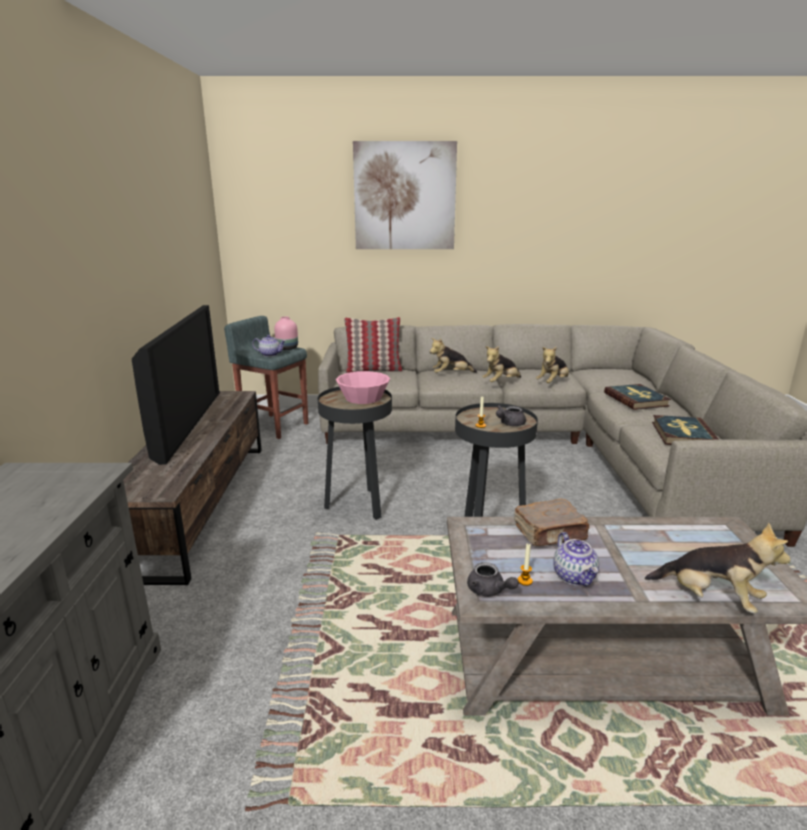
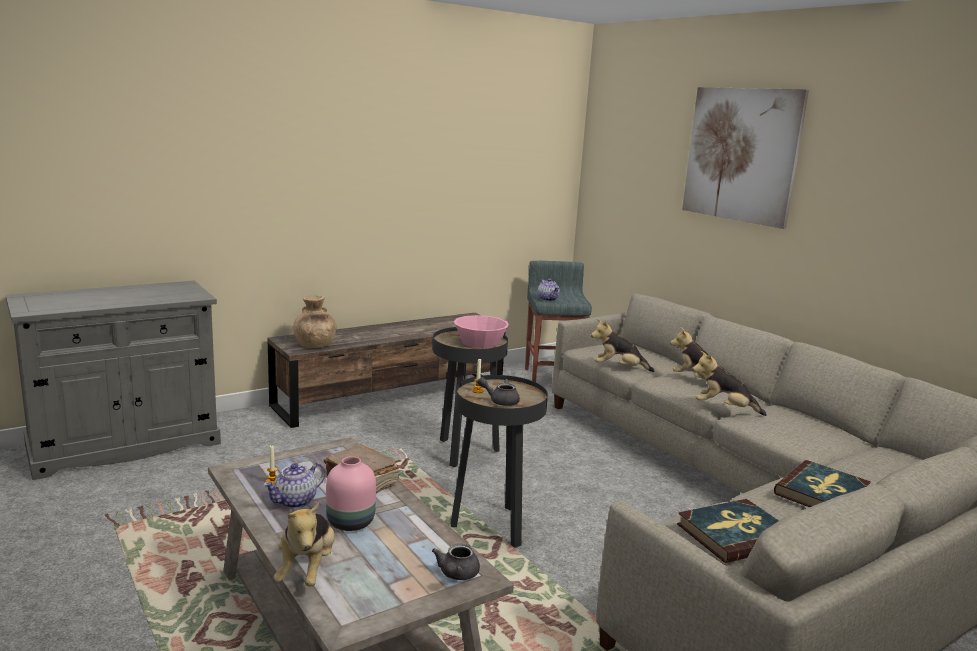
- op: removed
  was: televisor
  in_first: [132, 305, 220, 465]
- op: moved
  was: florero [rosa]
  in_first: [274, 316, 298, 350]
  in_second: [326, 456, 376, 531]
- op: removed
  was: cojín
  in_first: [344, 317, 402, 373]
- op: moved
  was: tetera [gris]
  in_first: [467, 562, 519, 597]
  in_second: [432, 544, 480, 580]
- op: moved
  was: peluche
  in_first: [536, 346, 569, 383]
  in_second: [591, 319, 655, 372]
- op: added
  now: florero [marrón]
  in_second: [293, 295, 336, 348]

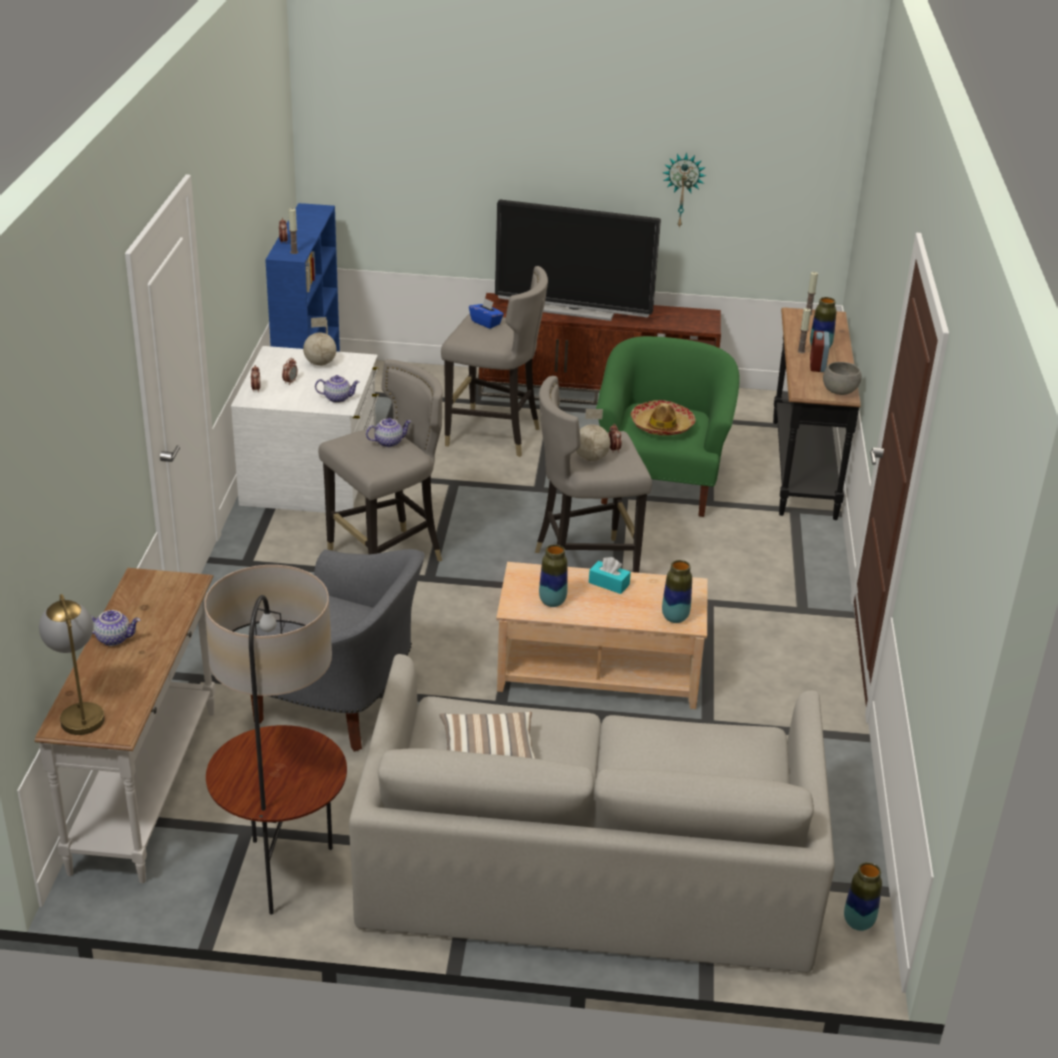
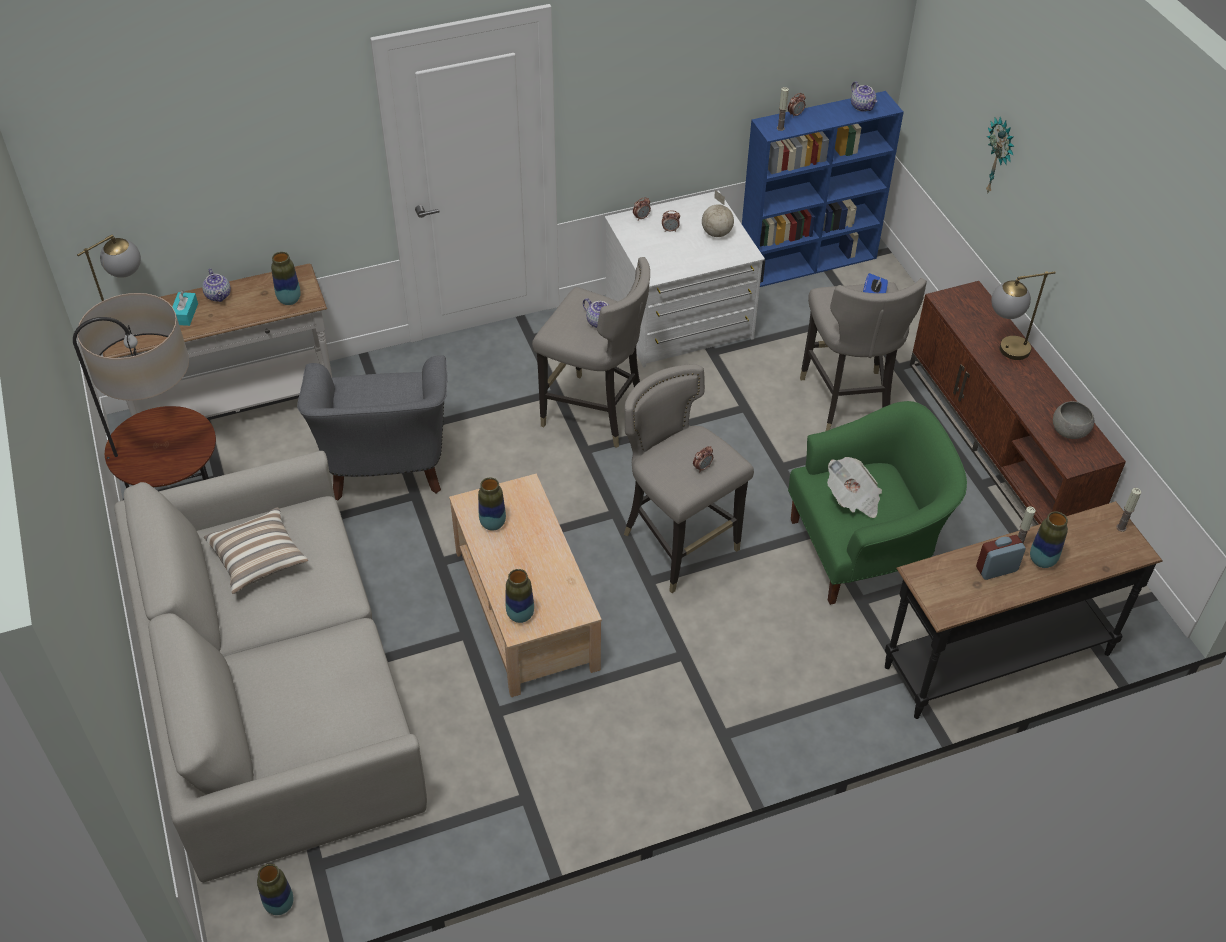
- op: moved
  was: tetera
  in_first: [315, 375, 360, 403]
  in_second: [851, 81, 877, 111]
- op: replaced
  was: televisor
  now: lámpara de mesa
  in_first: [495, 200, 661, 321]
  in_second: [991, 271, 1056, 360]
- op: removed
  was: globo terráqueo
  in_first: [576, 409, 610, 461]
- op: moved
  was: caja de pañuelos [turquesa]
  in_first: [589, 557, 631, 594]
  in_second: [172, 290, 198, 326]
- op: replaced
  was: sombrero
  now: periódico
  in_first: [631, 400, 695, 435]
  in_second: [827, 457, 882, 518]
- op: moved
  was: reloj de pared
  in_first: [663, 153, 706, 229]
  in_second: [986, 117, 1014, 194]
- op: moved
  was: cuenco [gris]
  in_first: [823, 362, 862, 395]
  in_second: [1053, 401, 1094, 439]
- op: added
  now: florero
  in_second: [271, 252, 301, 305]

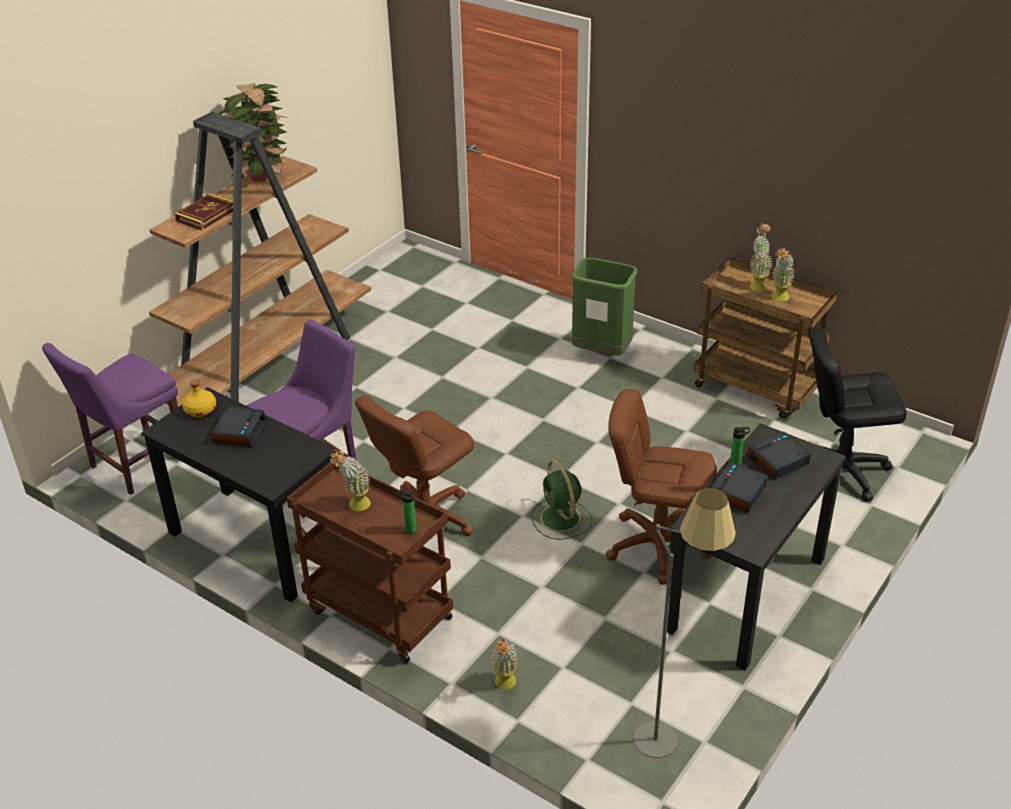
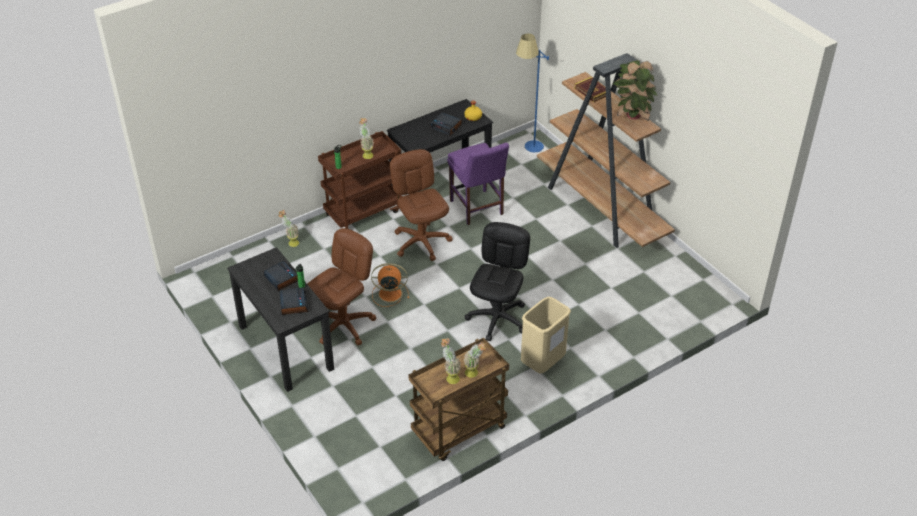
- op: replaced
  was: silla [morado]
  now: lámpara de pie [azul]
  in_first: [42, 343, 178, 495]
  in_second: [516, 33, 549, 153]
- op: recoloured
  was: ventilador [verde]
  now: ventilador [naranja]
  in_first: [532, 460, 593, 540]
  in_second: [371, 263, 409, 307]
- op: recoloured
  was: papelera [verde]
  now: papelera [beis]
  in_first: [571, 258, 638, 355]
  in_second: [521, 297, 571, 374]
- op: removed
  was: lámpara de pie [gris]
  in_first: [633, 488, 736, 758]
- op: moved
  was: silla de oficina [negro]
  in_first: [808, 327, 907, 502]
  in_second: [465, 222, 530, 341]

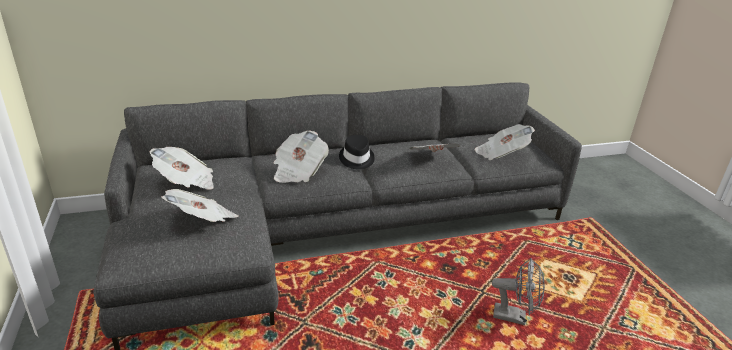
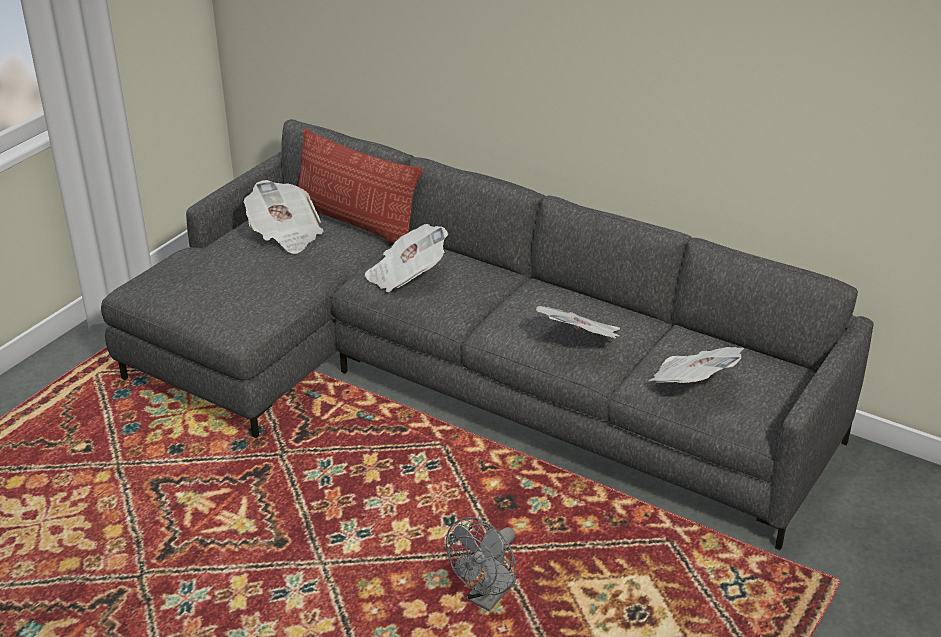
- op: removed
  was: periódico
  in_first: [161, 189, 239, 222]
- op: removed
  was: sombrero [negro]
  in_first: [339, 135, 375, 170]
- op: turned
  was: ventilador [gris]
  in_first: [492, 258, 545, 325]
  in_second: [446, 517, 516, 611]
  clockwise: 60
- op: added
  now: cojín
  in_second: [298, 128, 423, 244]

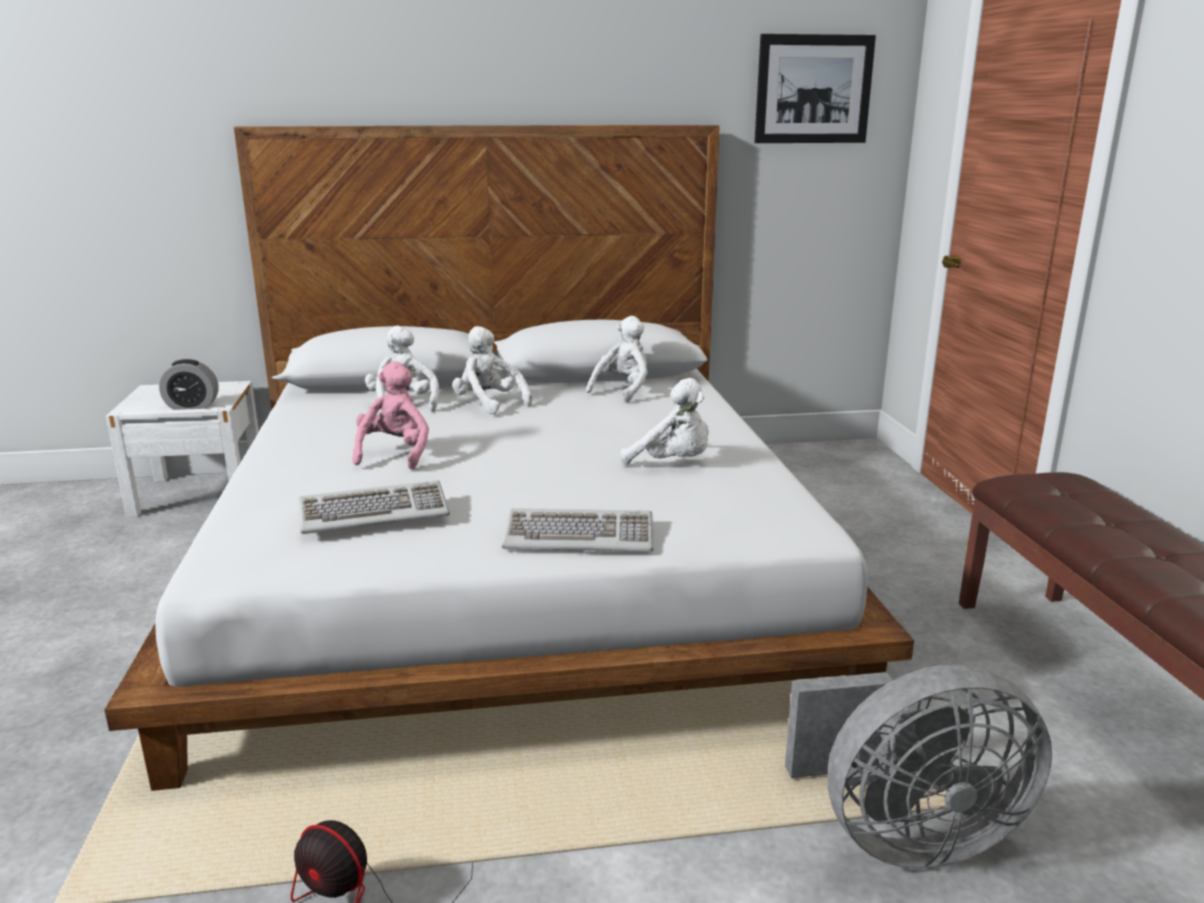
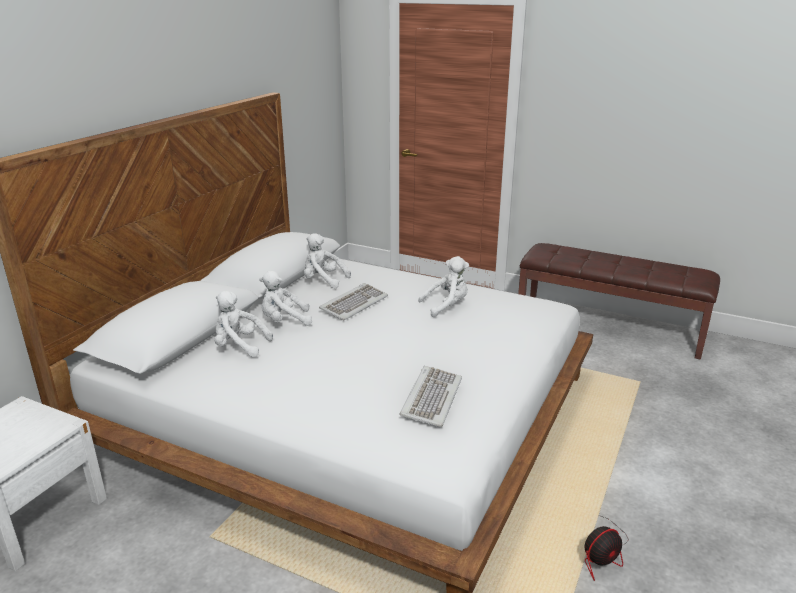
- op: removed
  was: despertador
  in_first: [159, 359, 219, 410]
- op: removed
  was: peluche [rosa]
  in_first: [353, 361, 429, 470]
- op: moved
  was: teclado
  in_first: [502, 508, 653, 552]
  in_second: [319, 283, 388, 321]
- op: turned
  was: peluche [blanco]
  in_first: [586, 316, 647, 403]
  in_second: [304, 233, 351, 288]
  clockwise: -45
- op: removed
  was: cuadro
  in_first: [754, 34, 876, 143]
- op: removed
  was: ventilador [gris]
  in_first: [785, 665, 1052, 869]

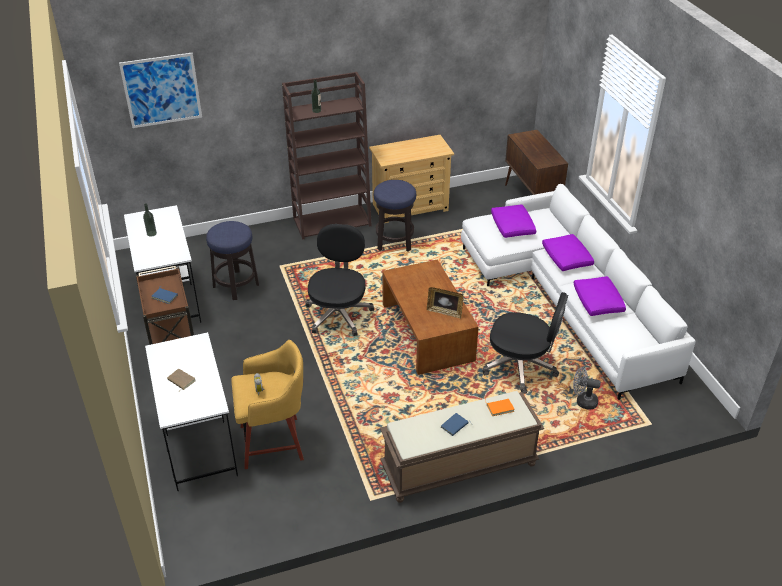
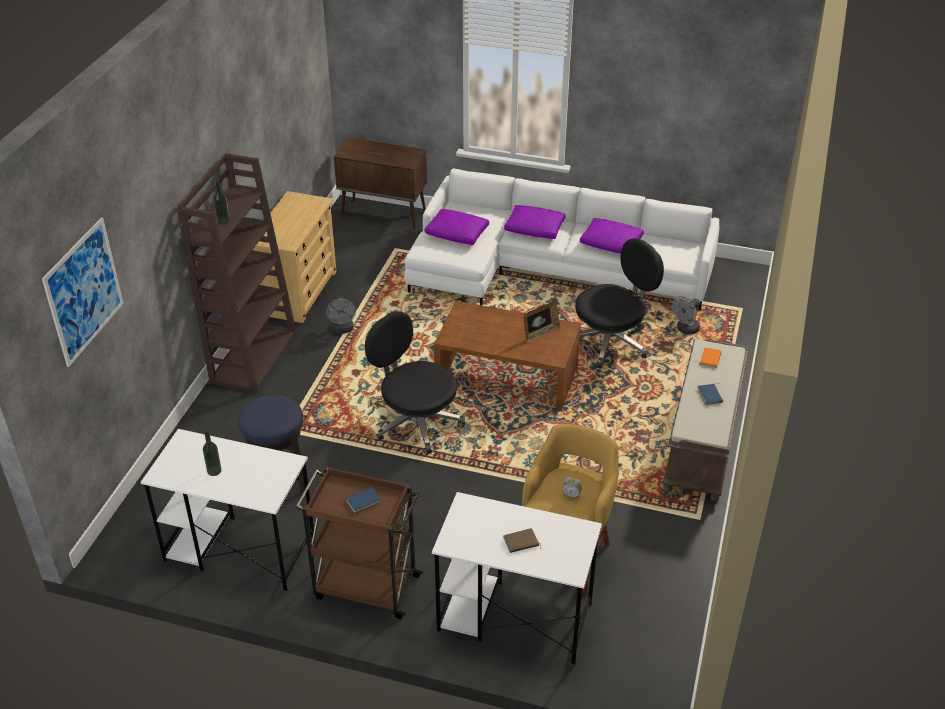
- op: replaced
  was: taburete
  now: ventilador [gris]
  in_first: [374, 180, 416, 251]
  in_second: [326, 296, 356, 334]

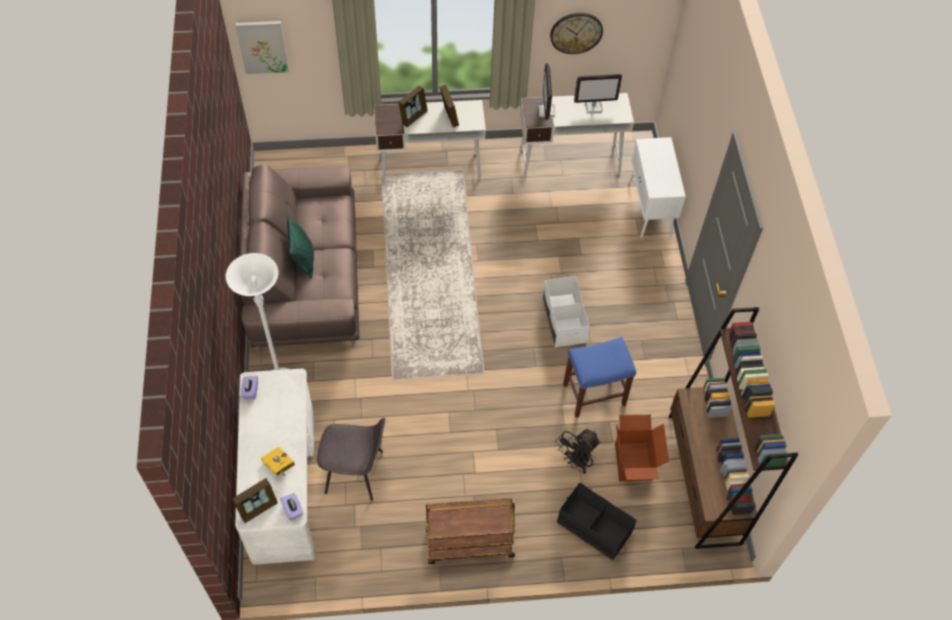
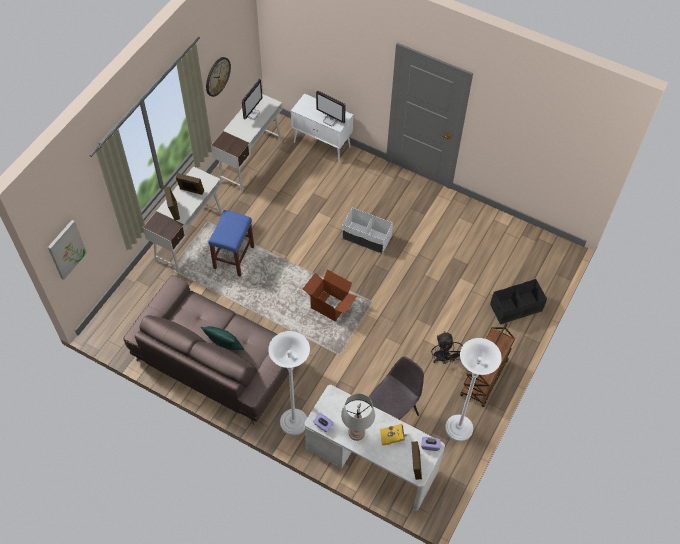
- op: moved
  was: monitor
  in_first: [538, 63, 555, 120]
  in_second: [316, 90, 346, 126]
- op: moved
  was: ventilador [negro]
  in_first: [555, 429, 600, 474]
  in_second: [431, 332, 463, 364]
- op: moved
  was: taburete [azul]
  in_first: [563, 337, 636, 418]
  in_second: [208, 210, 254, 277]
- op: moved
  was: caja de cartón
  in_first: [615, 415, 669, 481]
  in_second: [303, 270, 357, 321]
- op: removed
  was: estantería [marrón]
  in_first: [669, 307, 798, 549]
- op: added
  now: lámpara de mesa [gris]
  in_second: [341, 393, 375, 441]
- op: added
  now: lámpara de pie [blanco]
  in_second: [445, 338, 502, 441]

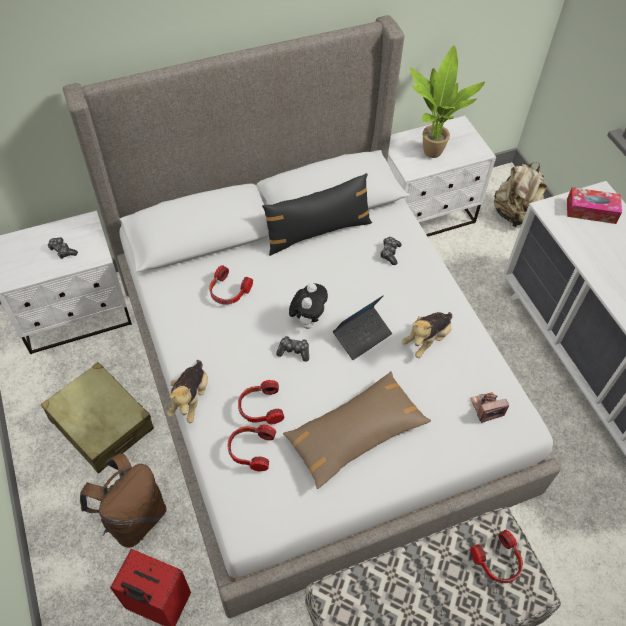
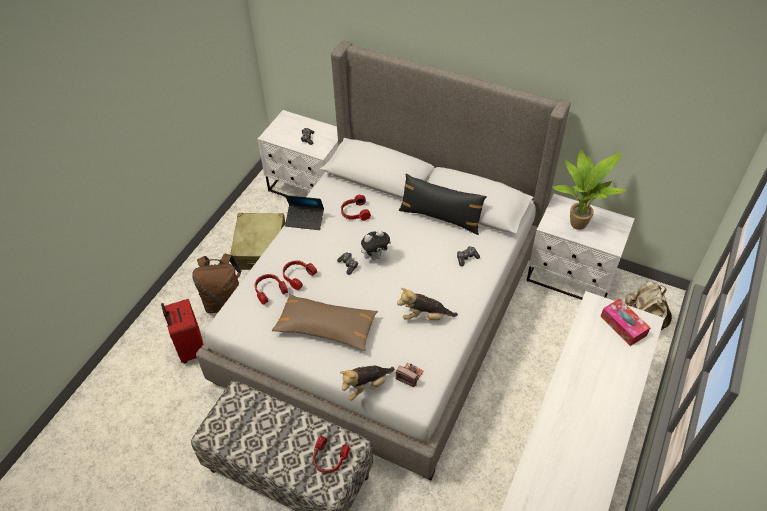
- op: moved
  was: peluche
  in_first: [167, 360, 208, 423]
  in_second: [340, 366, 395, 400]
- op: moved
  was: portátil
  in_first: [333, 295, 392, 360]
  in_second: [285, 195, 324, 230]

